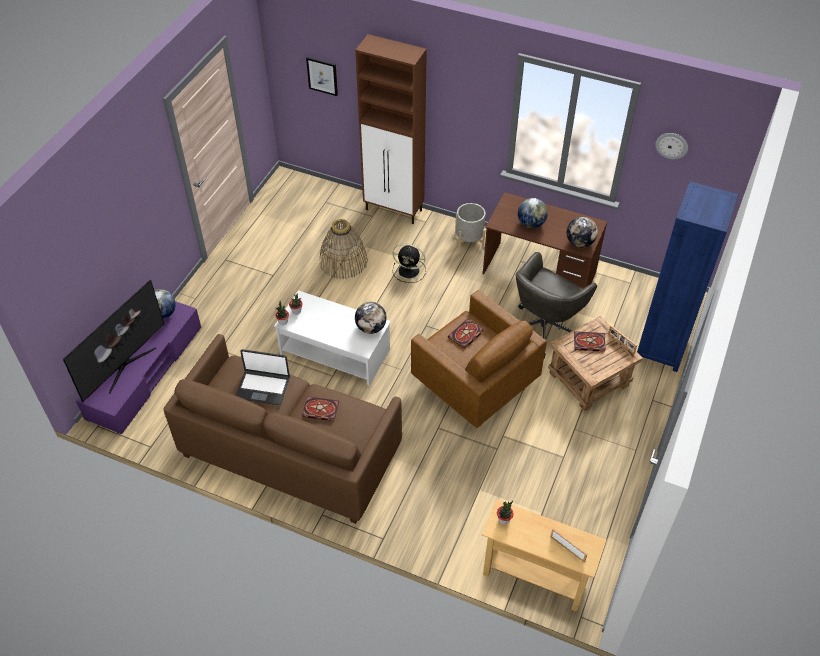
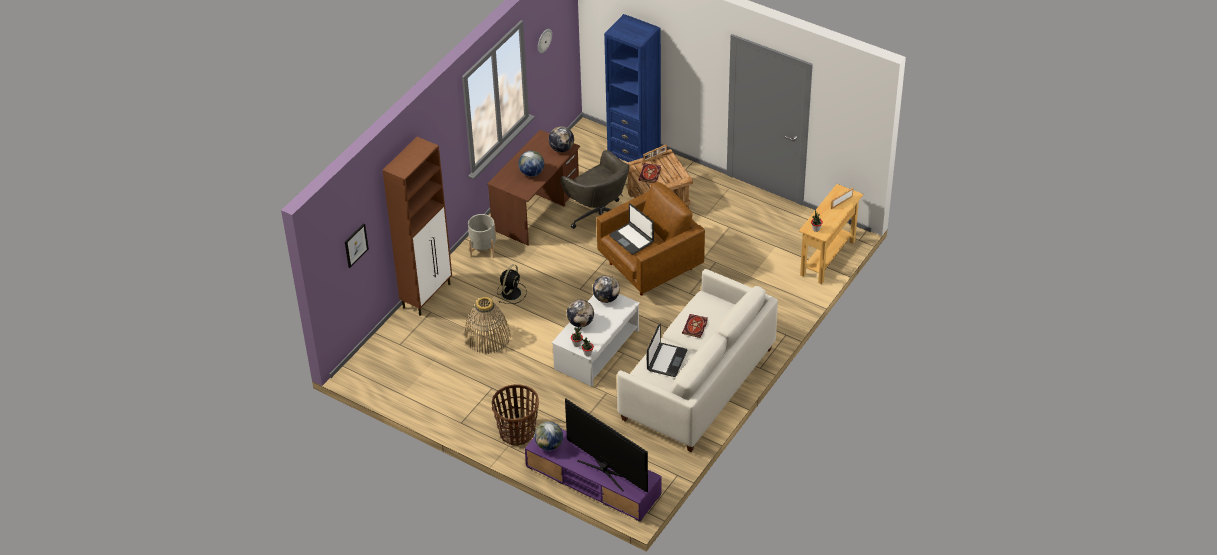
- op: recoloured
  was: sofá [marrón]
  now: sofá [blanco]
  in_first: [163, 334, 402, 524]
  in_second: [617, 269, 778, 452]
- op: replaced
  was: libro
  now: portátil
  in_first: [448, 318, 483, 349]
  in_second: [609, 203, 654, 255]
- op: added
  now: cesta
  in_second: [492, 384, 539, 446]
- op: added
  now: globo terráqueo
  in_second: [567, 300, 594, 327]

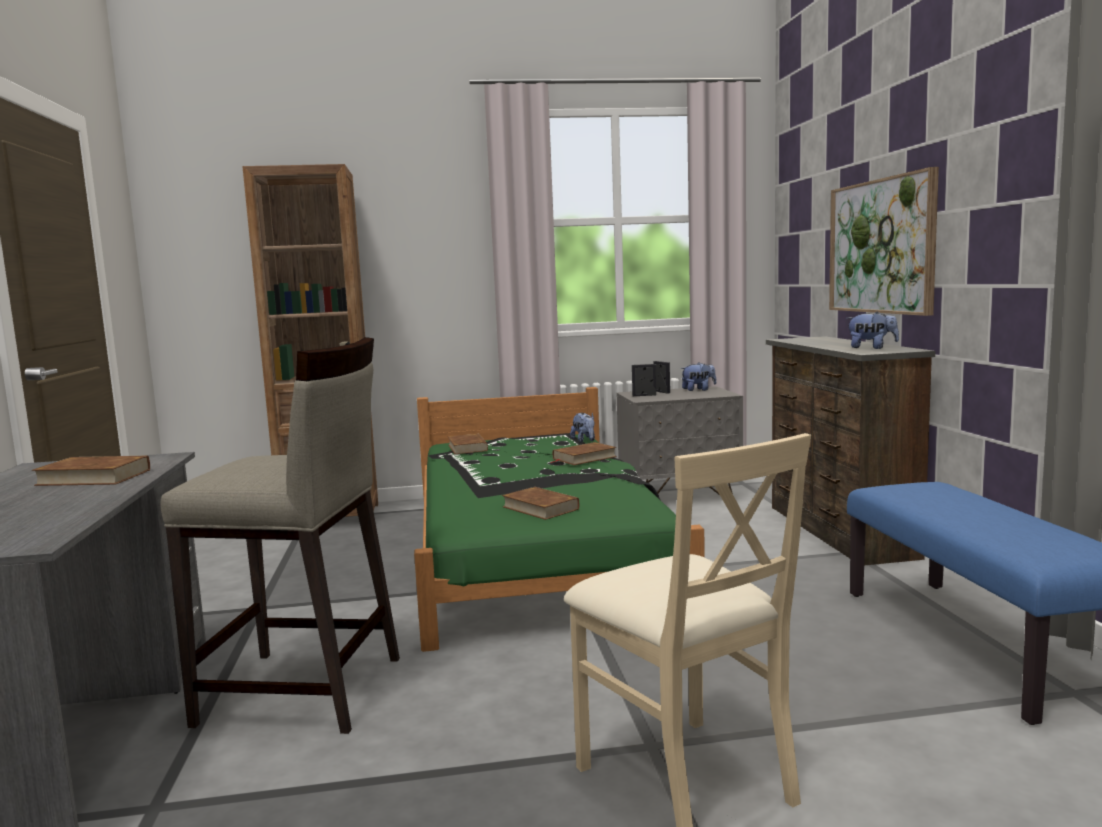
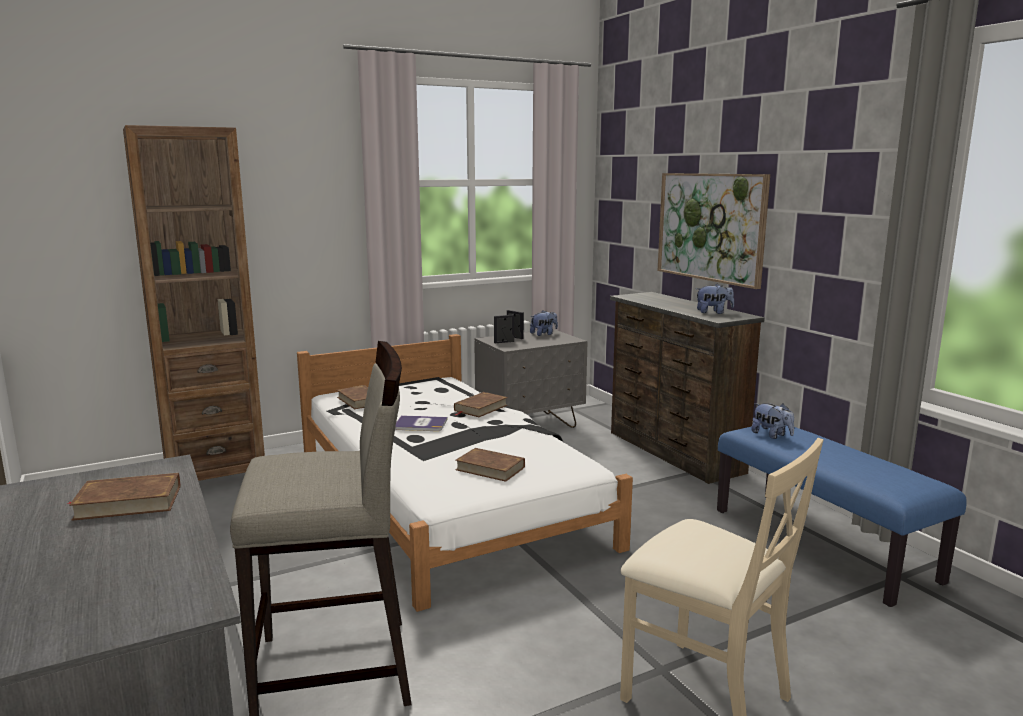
- op: recoloured
  was: cama [verde]
  now: cama [blanco]
  in_first: [414, 387, 705, 652]
  in_second: [297, 334, 633, 612]
- op: moved
  was: peluche
  in_first: [570, 413, 595, 442]
  in_second: [751, 403, 794, 439]
- op: added
  now: libro
  in_second: [395, 415, 447, 431]

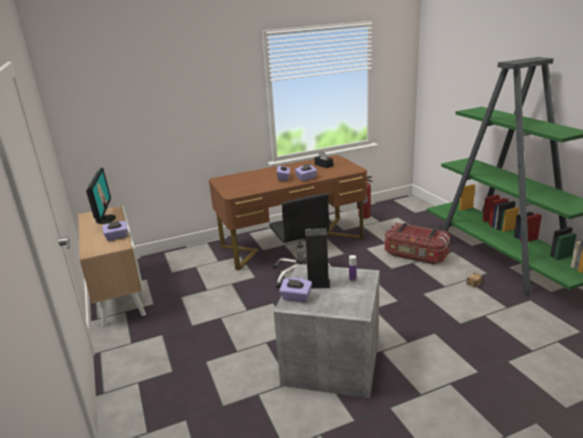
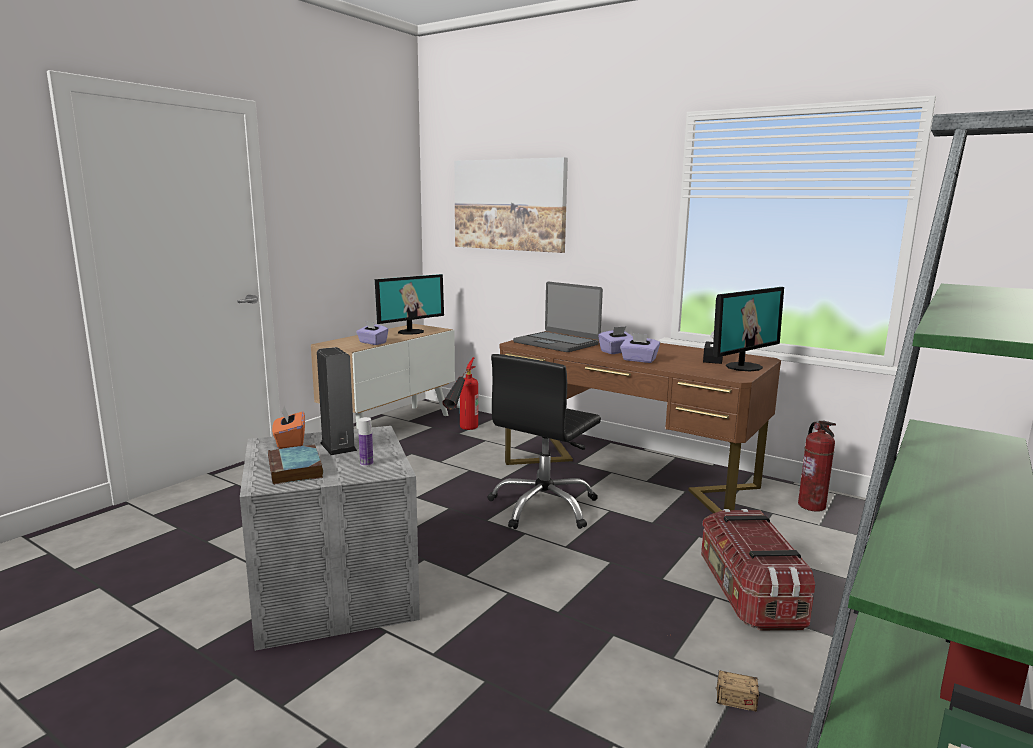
- op: recoloured
  was: caja de pañuelos [morado]
  now: caja de pañuelos [naranja]
  in_first: [279, 278, 312, 302]
  in_second: [272, 406, 305, 449]
- op: added
  now: libro
  in_second: [268, 444, 323, 485]
- op: added
  now: extintor
  in_second: [442, 357, 478, 430]
- op: added
  now: cuadro
  in_second: [454, 157, 568, 253]
- op: added
  now: portátil
  in_second: [513, 282, 603, 352]
- op: added
  now: monitor
  in_second: [713, 287, 784, 371]

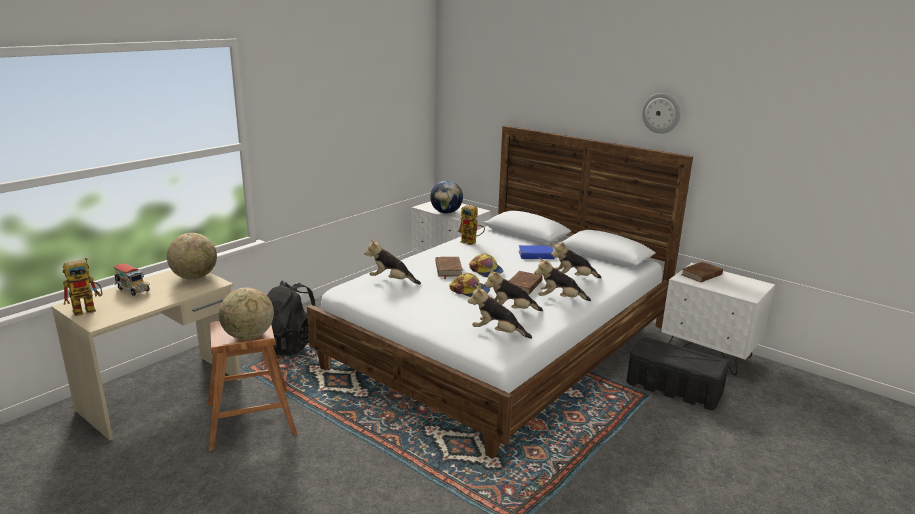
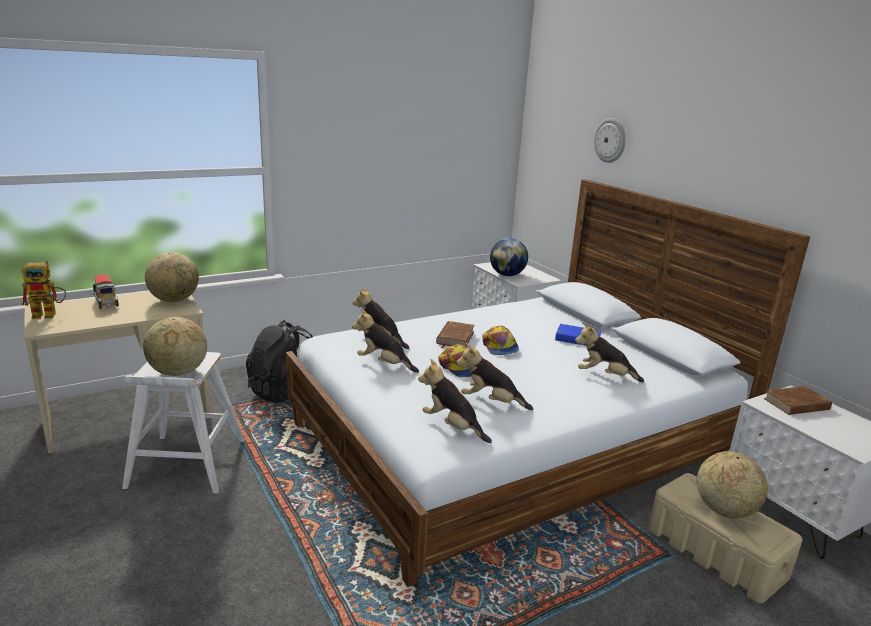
- op: recoloured
  was: taburete [marrón]
  now: taburete [blanco]
  in_first: [208, 321, 297, 451]
  in_second: [122, 352, 245, 494]
- op: removed
  was: robot de juguete
  in_first: [458, 205, 485, 245]
- op: removed
  was: libro [marrón]
  in_first: [509, 271, 543, 295]
- op: moved
  was: peluche
  in_first: [534, 258, 591, 301]
  in_second: [352, 309, 419, 373]
- op: recoloured
  was: caja de almacenaje [negro]
  now: caja de almacenaje [beis]
  in_first: [627, 337, 729, 410]
  in_second: [649, 473, 802, 603]
- op: moved
  was: reloj de pared
  in_first: [642, 93, 681, 134]
  in_second: [594, 118, 626, 163]
- op: added
  now: globo terráqueo
  in_second: [697, 451, 768, 519]

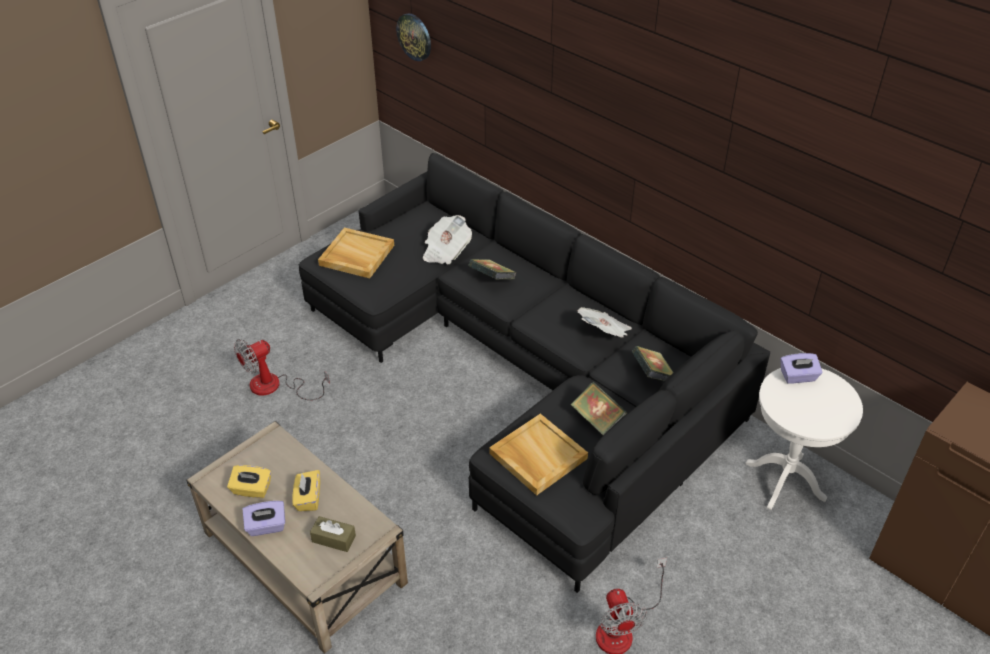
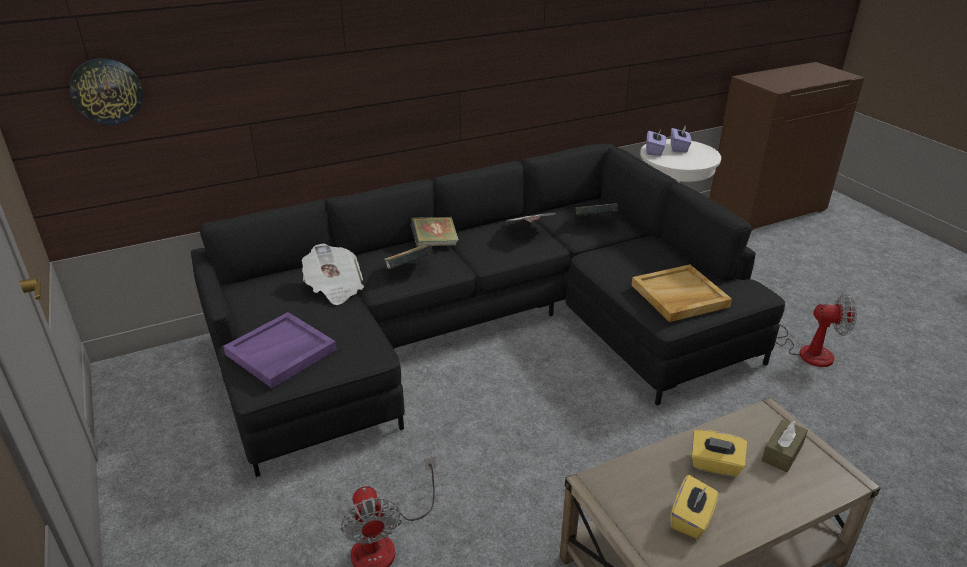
- op: moved
  was: caja de pañuelos [morado]
  in_first: [242, 501, 285, 536]
  in_second: [671, 126, 692, 152]
- op: recoloured
  was: bandeja [beis]
  now: bandeja [morado]
  in_first: [318, 227, 394, 278]
  in_second: [223, 312, 337, 388]
- op: moved
  was: libro
  in_first: [571, 382, 627, 435]
  in_second: [410, 217, 459, 247]

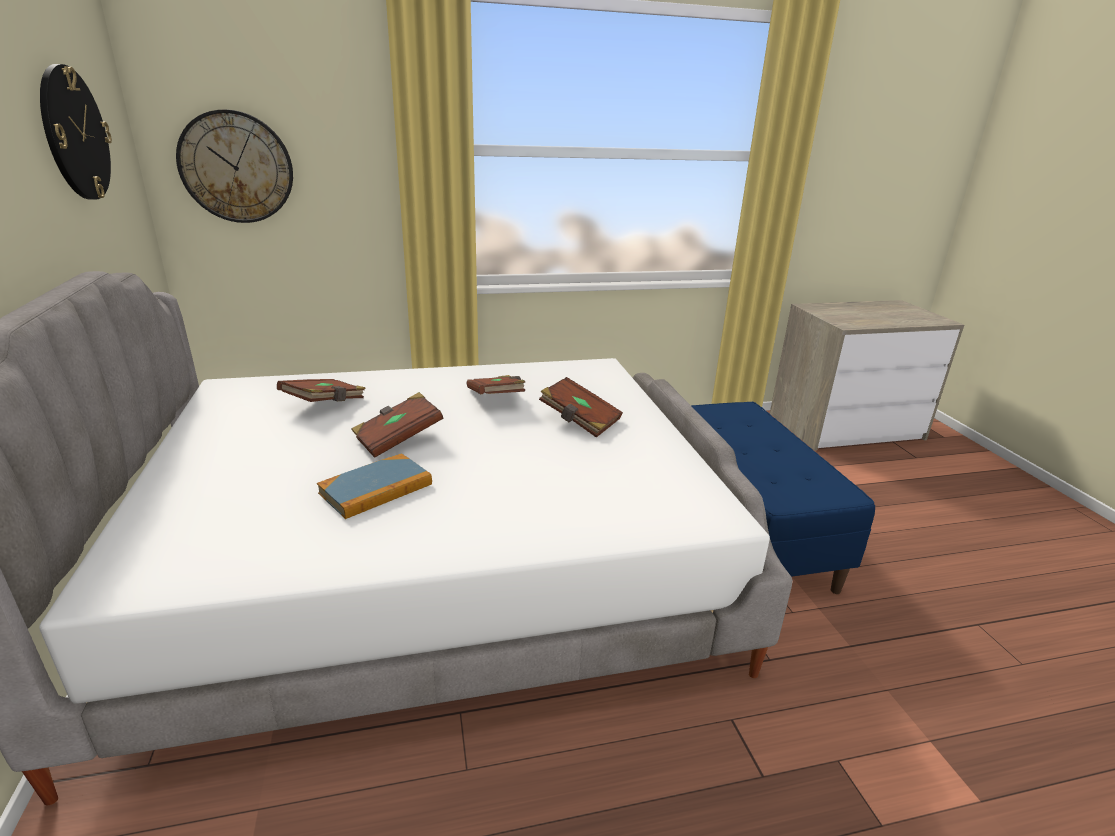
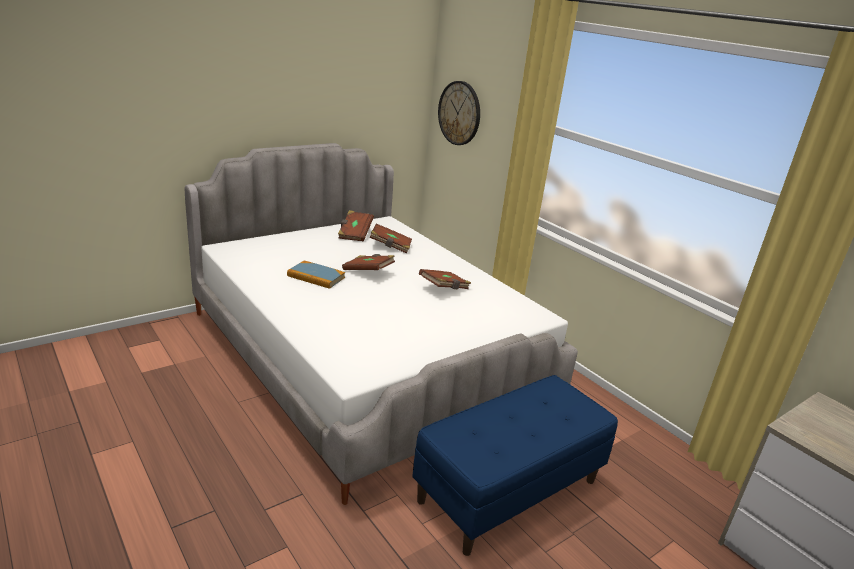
- op: removed
  was: reloj de pared
  in_first: [40, 64, 112, 200]
- op: moved
  was: libro [marrón]
  in_first: [539, 377, 623, 438]
  in_second: [338, 210, 374, 241]

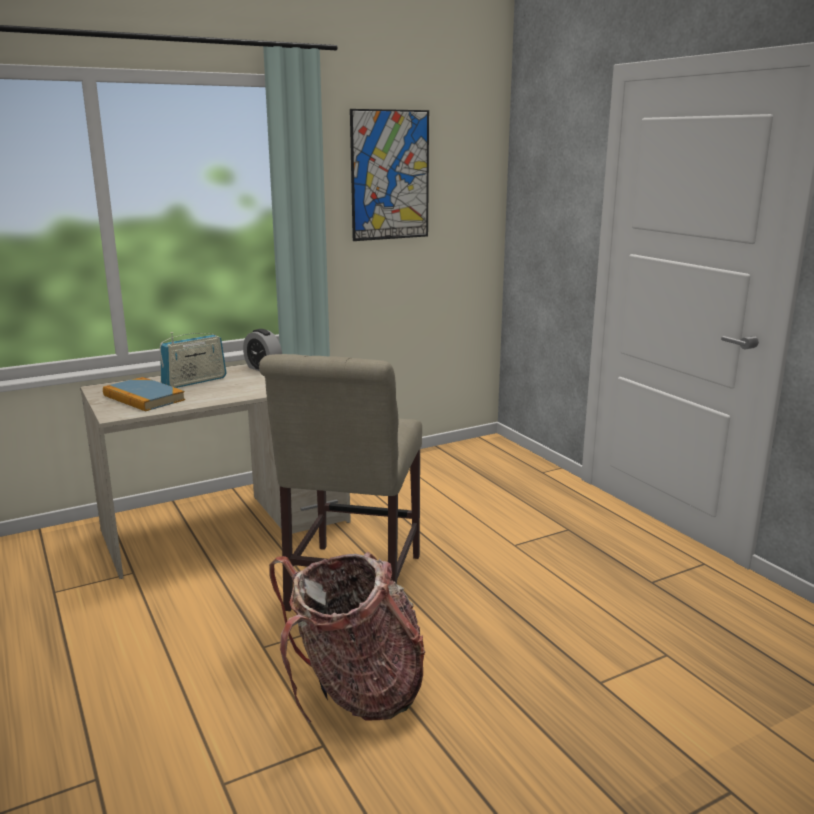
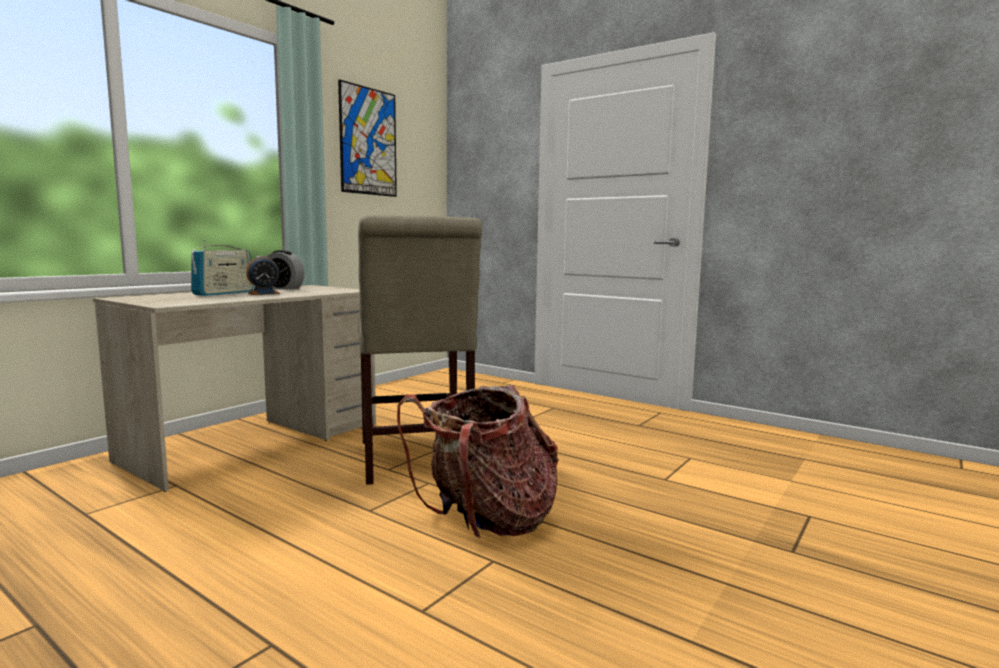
- op: removed
  was: libro
  in_first: [103, 377, 185, 411]
- op: added
  now: despertador
  in_second: [246, 256, 280, 295]

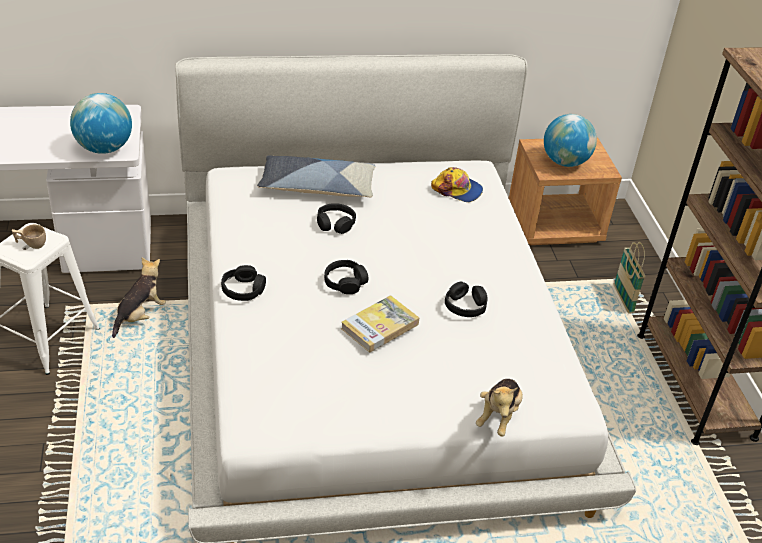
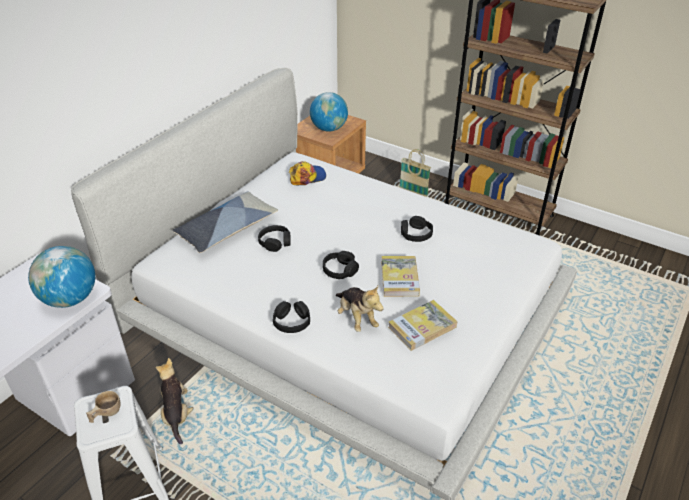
- op: moved
  was: peluche
  in_first: [476, 379, 523, 436]
  in_second: [335, 286, 384, 332]
- op: added
  now: libro
  in_second: [388, 300, 457, 351]

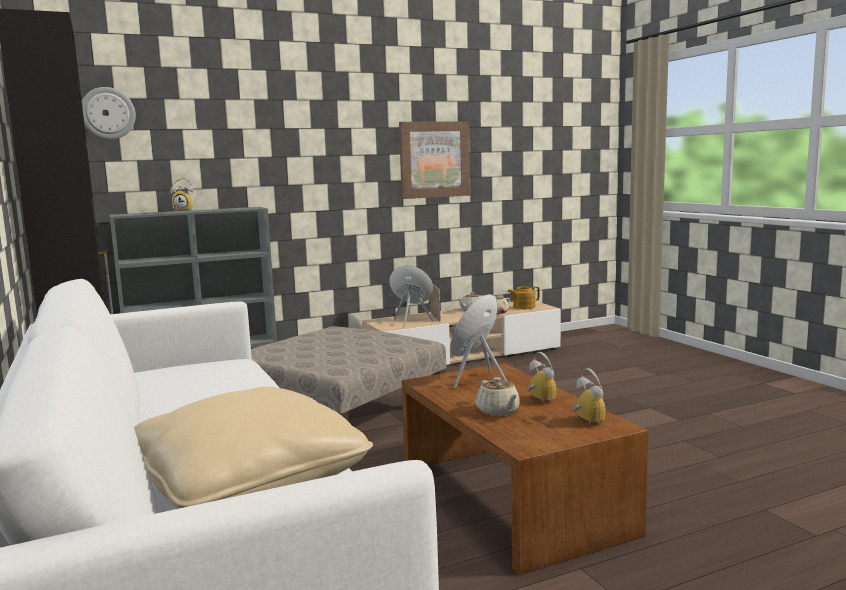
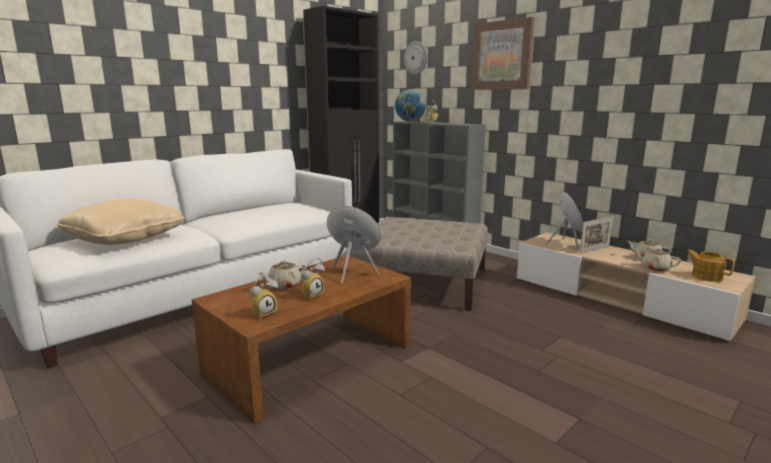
- op: moved
  was: cuadro
  in_first: [399, 121, 470, 199]
  in_second: [472, 17, 534, 90]
- op: added
  now: globo terráqueo
  in_second: [395, 89, 426, 122]

